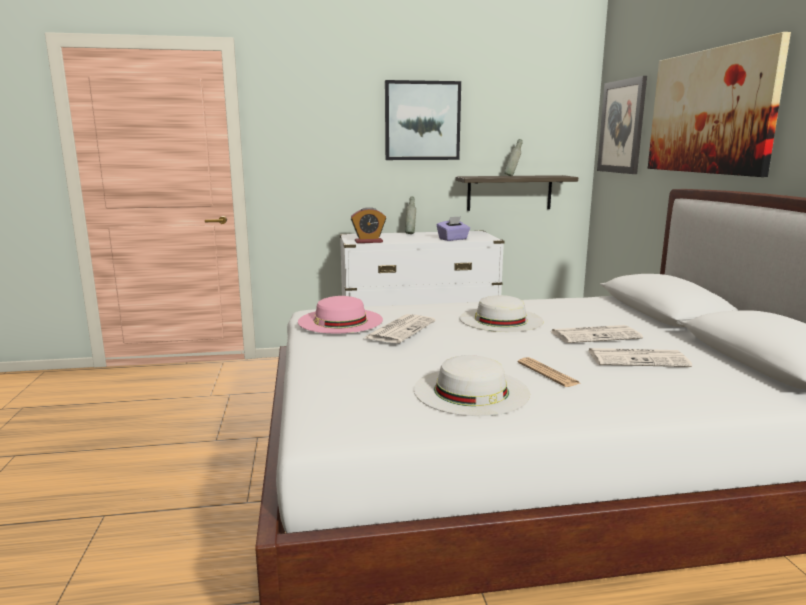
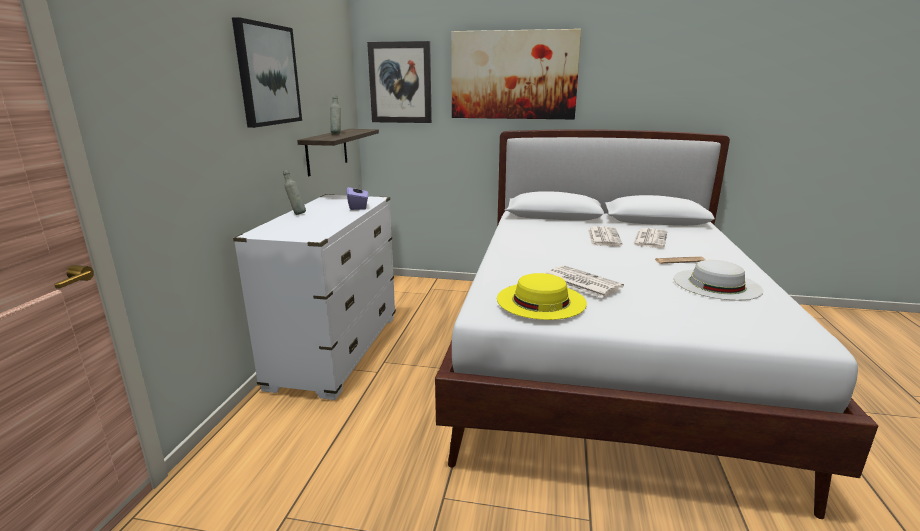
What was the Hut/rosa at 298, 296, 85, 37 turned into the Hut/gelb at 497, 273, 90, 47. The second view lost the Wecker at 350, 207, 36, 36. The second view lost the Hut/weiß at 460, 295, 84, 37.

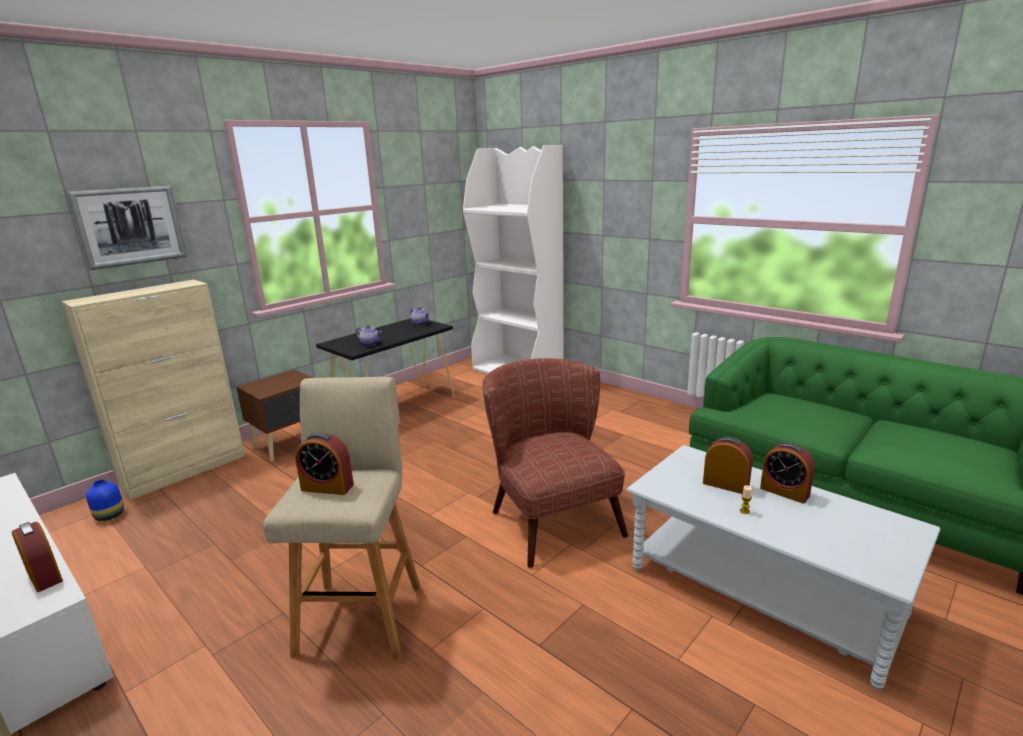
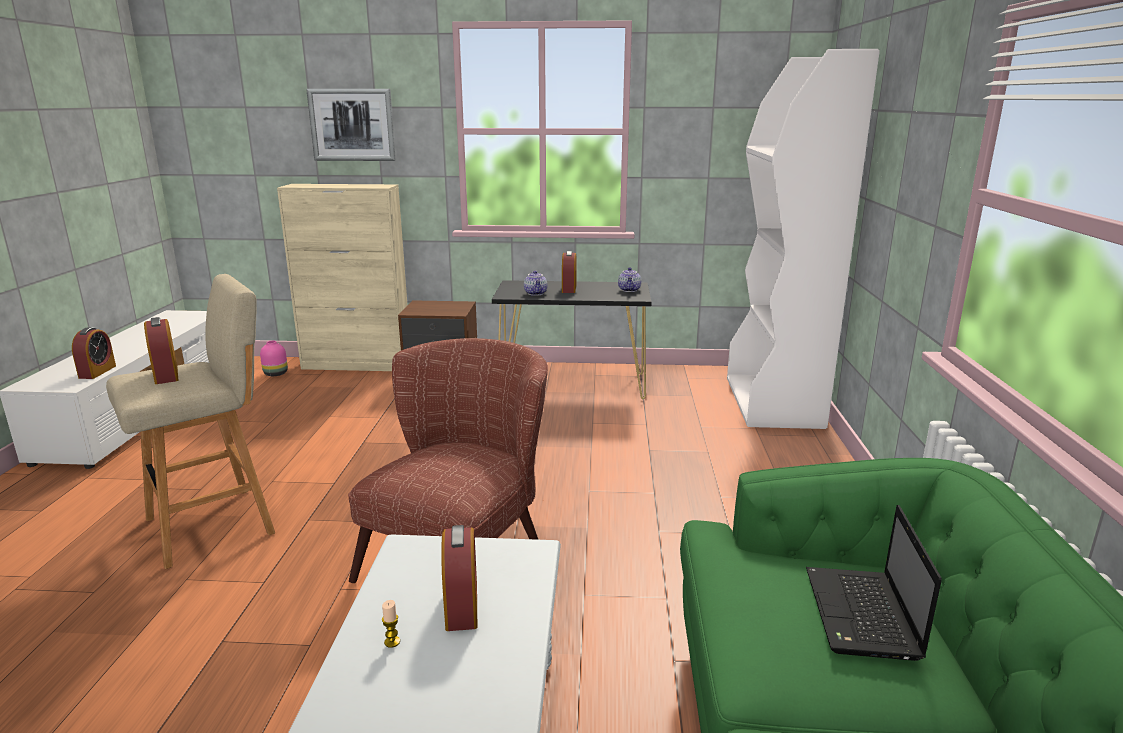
What was the Vase/blau at 86, 479, 38, 42 turned into the Vase/rosa at 260, 341, 28, 35. The Wecker ended up elsewhere, having gone from 760, 442, 54, 62 to 562, 251, 15, 42. The second view gained the Laptop at 806, 505, 136, 156.

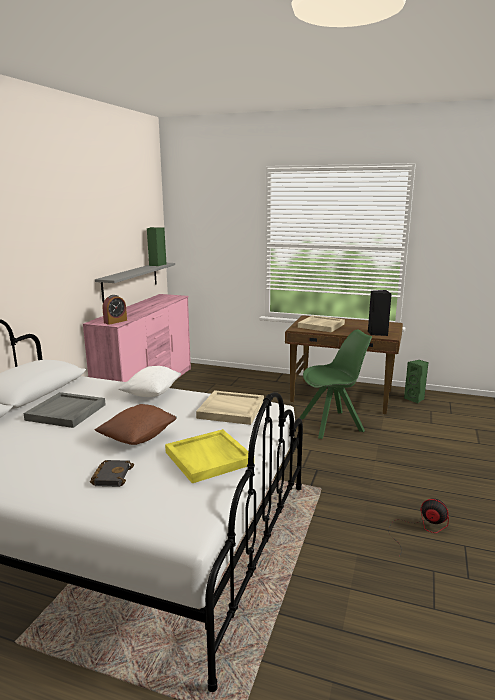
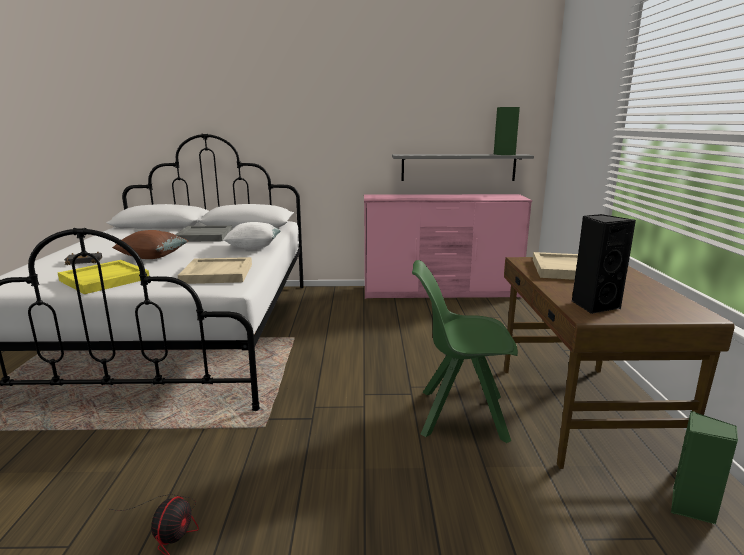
The second view lost the Wecker at 102, 295, 25, 30. The Stuhl/grün at 299, 330, 73, 109 ended up facing another way, 135 degrees clockwise from before.

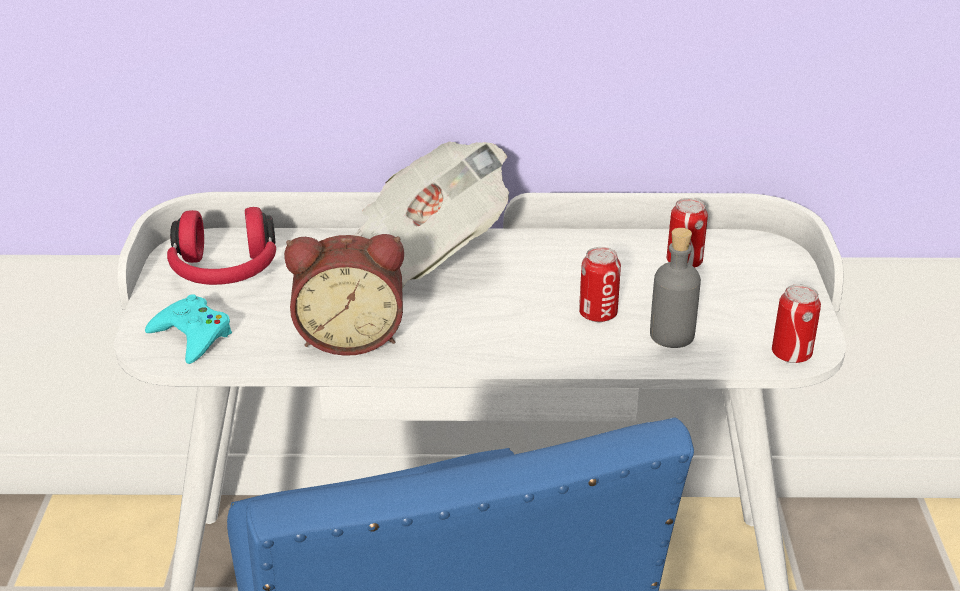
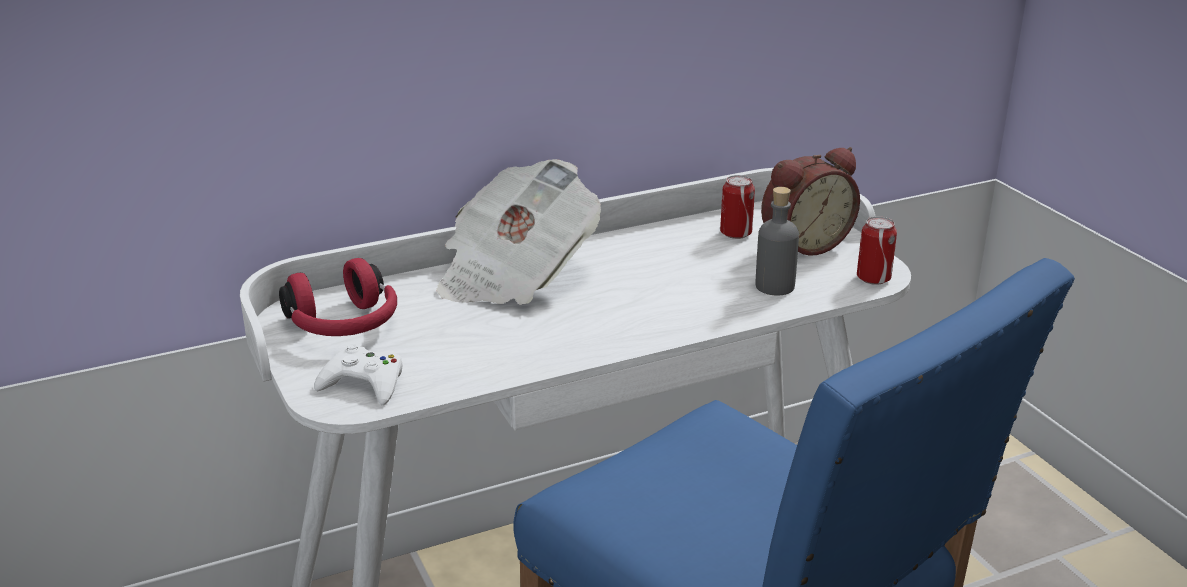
What was the Gamepad/türkis at 145, 294, 87, 70 turned into the Gamepad/weiß at 314, 344, 88, 62. The Wecker ended up elsewhere, having gone from 284, 234, 120, 122 to 761, 147, 99, 109. The second view lost the Dose at 579, 247, 42, 75.

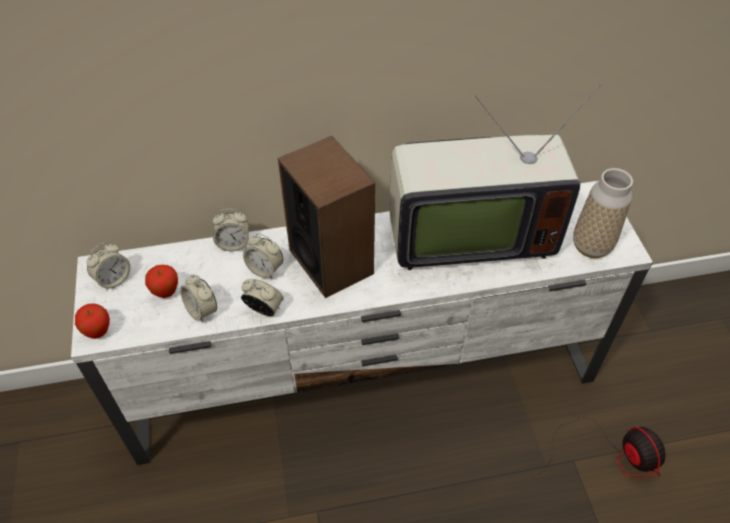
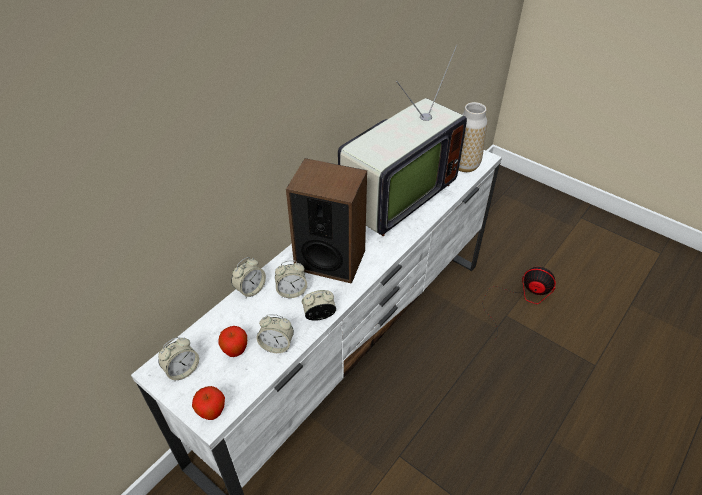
The Wecker at 87, 242, 43, 48 ended up facing another way, 45 degrees clockwise from before.

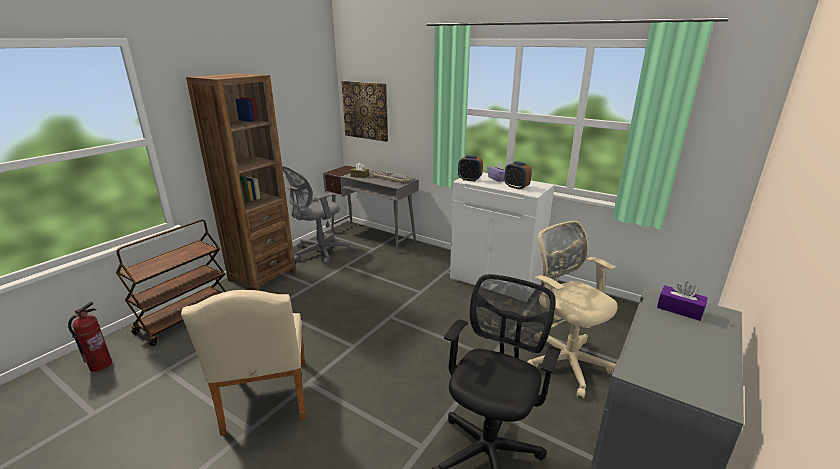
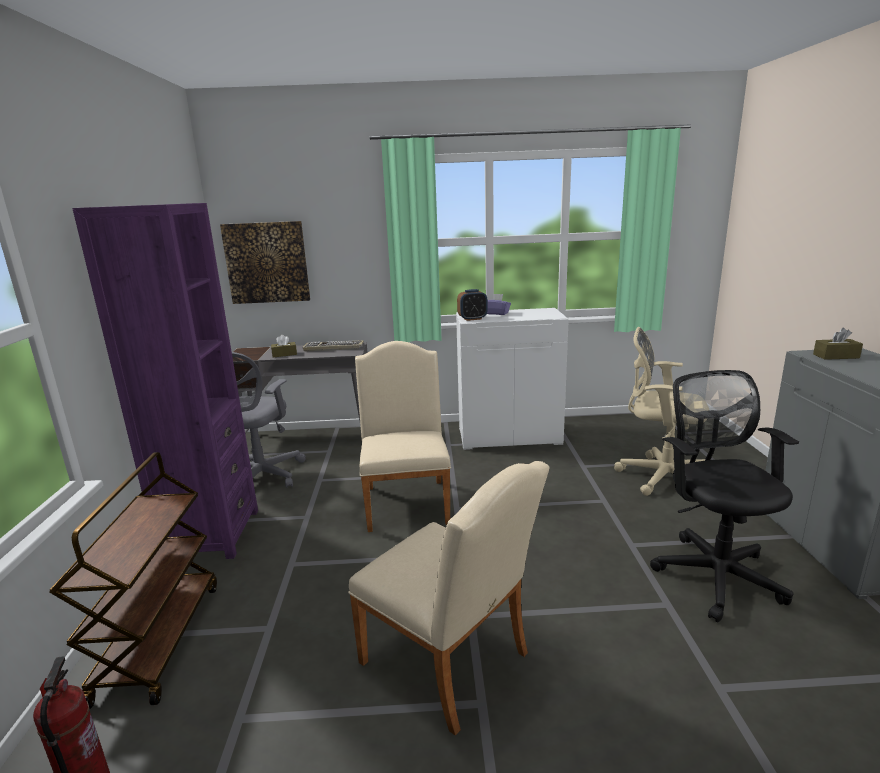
What was the Bücherregal/braun at 186, 73, 110, 218 turned into the Bücherregal/lila at 73, 203, 185, 356. The second view lost the Wecker at 505, 161, 27, 29. What was the Taschentuchbox/lila at 657, 281, 51, 40 turned into the Taschentuchbox/braun at 813, 328, 50, 32. The second view gained the Stuhl/beige at 355, 341, 96, 191.

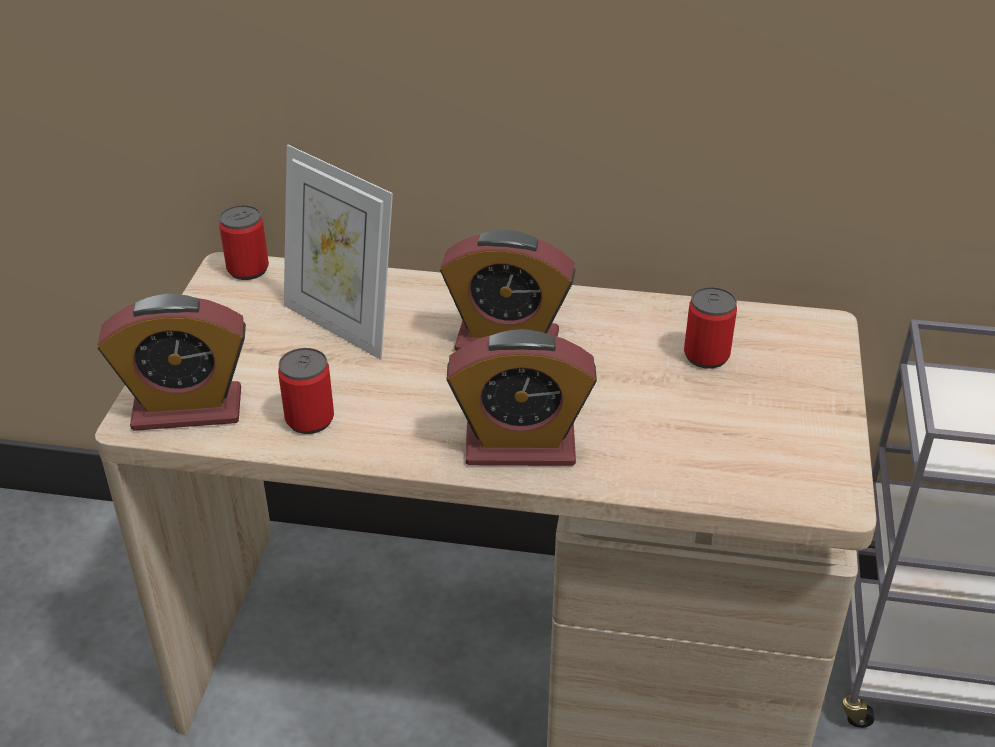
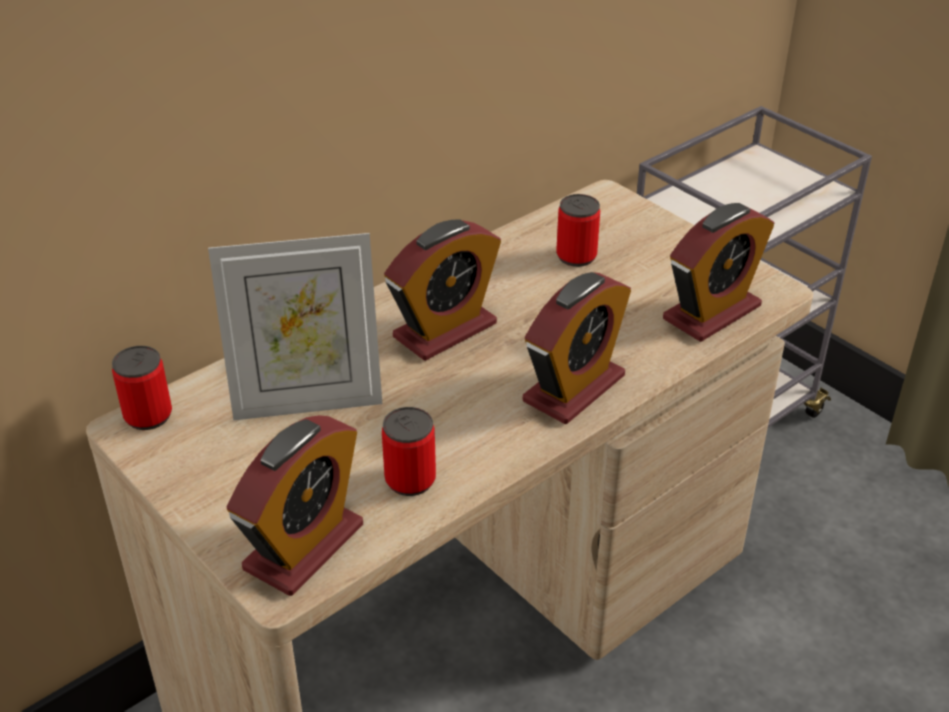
The second view gained the Wecker at 663, 203, 111, 139.

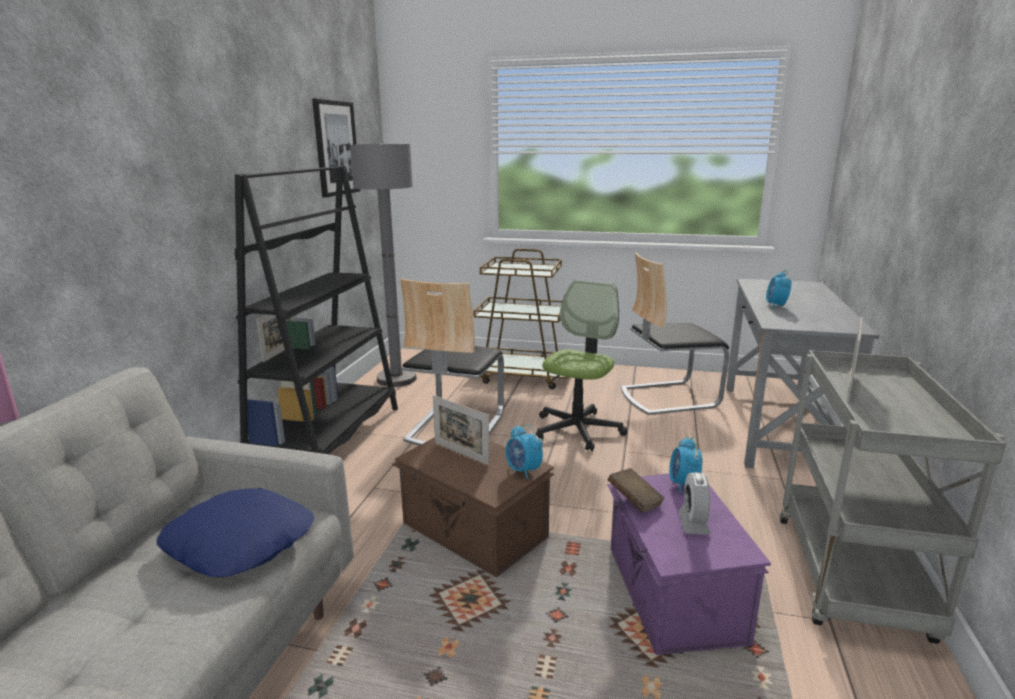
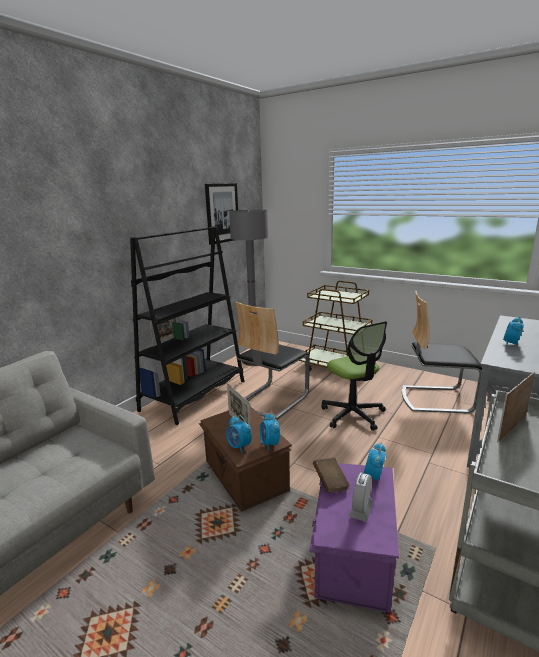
The second view lost the Kissen/blau at 157, 488, 157, 89. The Bürostuhl at 536, 280, 92, 171 ended up facing another way, 105 degrees clockwise from before. The second view gained the Wecker at 226, 415, 26, 38.

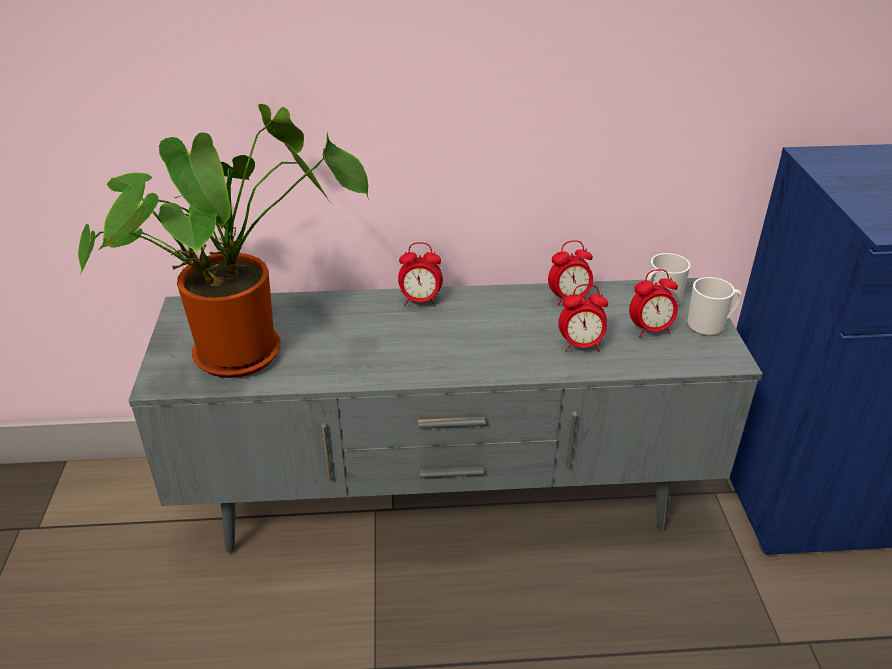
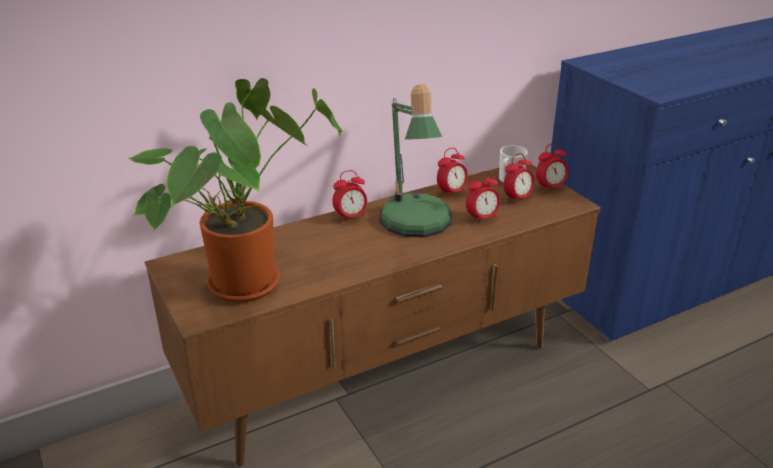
What was the Fernsehschrank/grau at 129, 278, 634, 275 turned into the Fernsehschrank/braun at 144, 165, 457, 301. Where the Henkelbecher stood at 687, 277, 55, 59, the Wecker came to stand at 536, 143, 32, 50. The second view gained the Tischlampe at 379, 84, 73, 153.

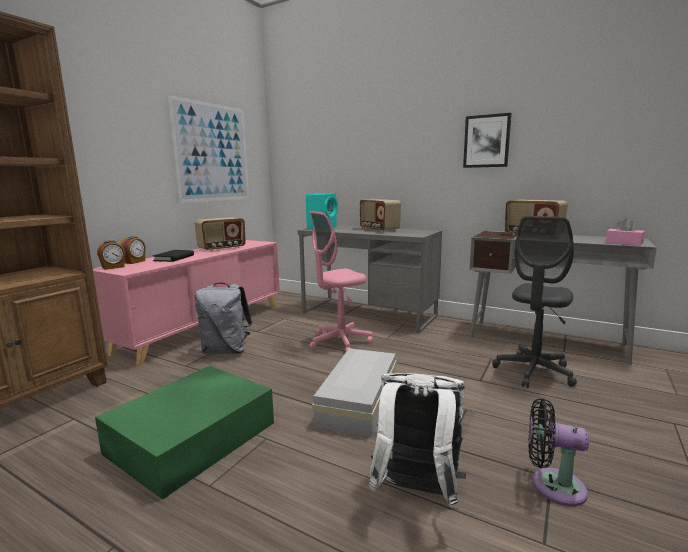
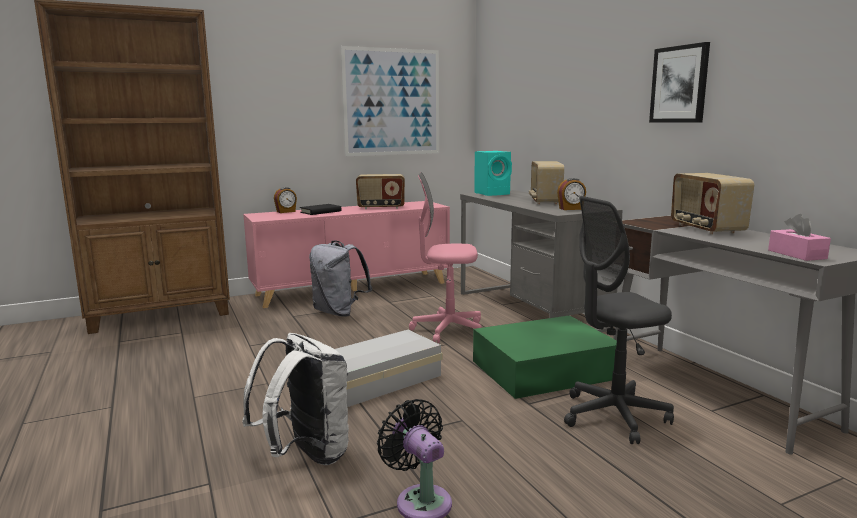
The Aufbewahrungsbox/grün ended up elsewhere, having gone from 95, 366, 179, 134 to 473, 315, 144, 84. The Wecker ended up elsewhere, having gone from 97, 240, 28, 30 to 557, 178, 29, 32.

